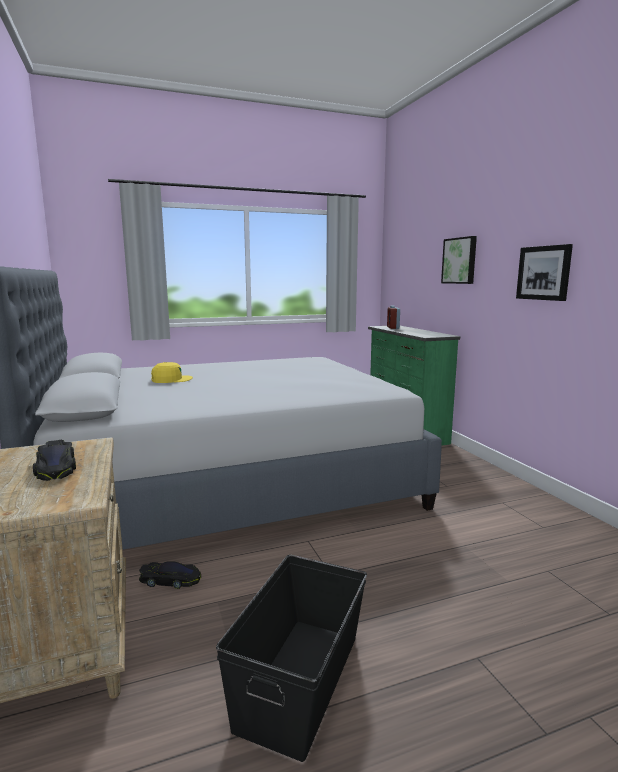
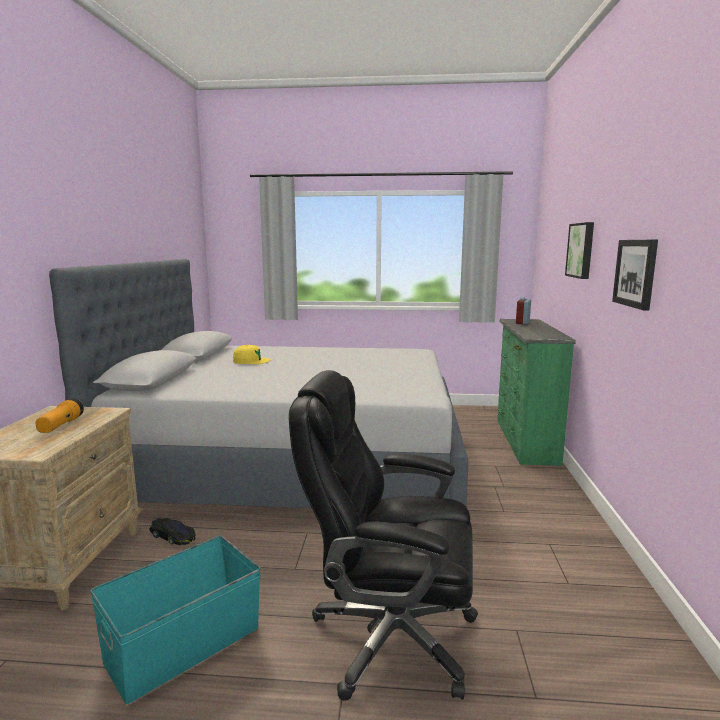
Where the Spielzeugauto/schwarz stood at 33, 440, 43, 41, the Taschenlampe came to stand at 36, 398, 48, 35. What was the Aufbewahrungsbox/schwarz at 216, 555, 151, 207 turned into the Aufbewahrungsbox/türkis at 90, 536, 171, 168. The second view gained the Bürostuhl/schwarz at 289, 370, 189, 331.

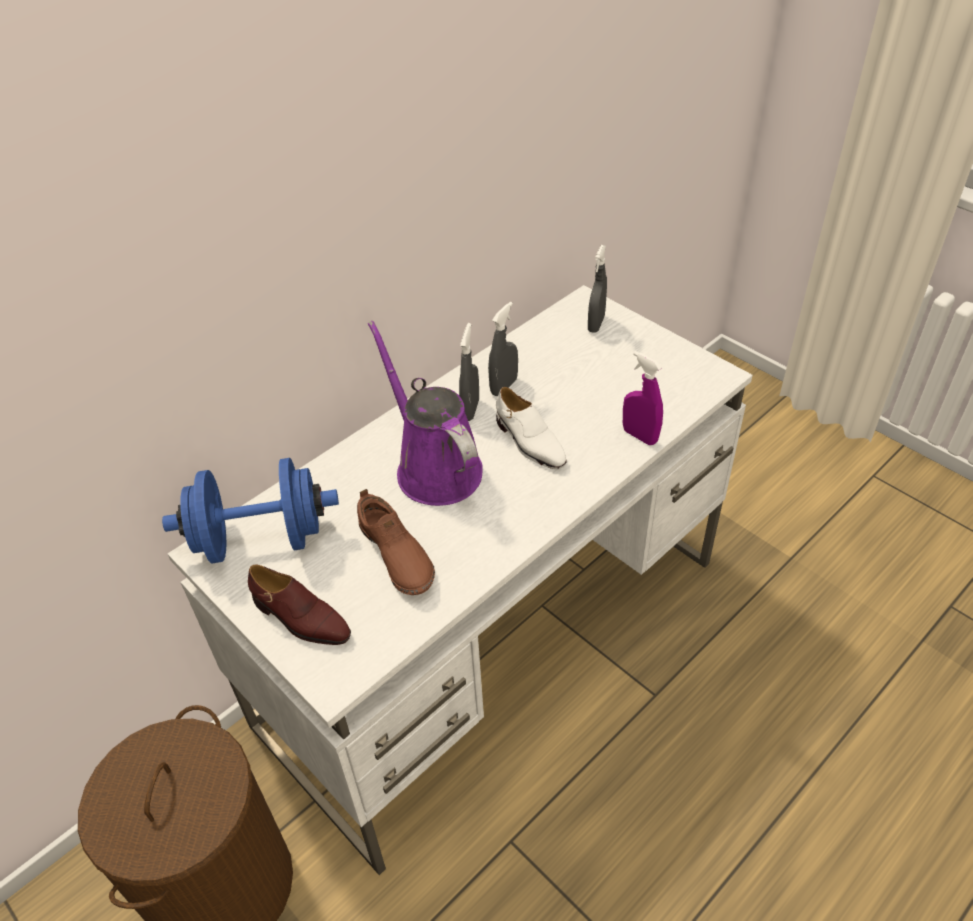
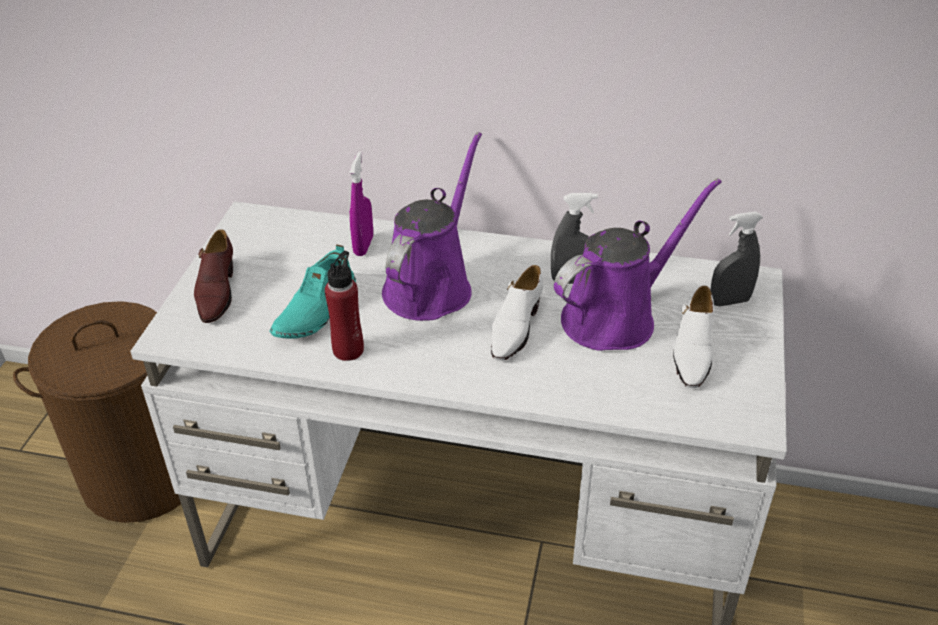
The second view lost the Hantel/blau at 162, 458, 177, 106. What was the Schuh/braun at 357, 489, 78, 106 turned into the Schuh/türkis at 269, 245, 87, 94. The second view lost the Sprühflasche/grau at 459, 323, 20, 98. The Sprühflasche/lila ended up elsewhere, having gone from 623, 351, 40, 94 to 349, 152, 24, 104. The second view gained the Flasche/rot at 325, 251, 39, 110. The second view gained the Gießkanne/lila at 554, 178, 167, 173. The second view gained the Schuh/weiß at 672, 286, 42, 102.

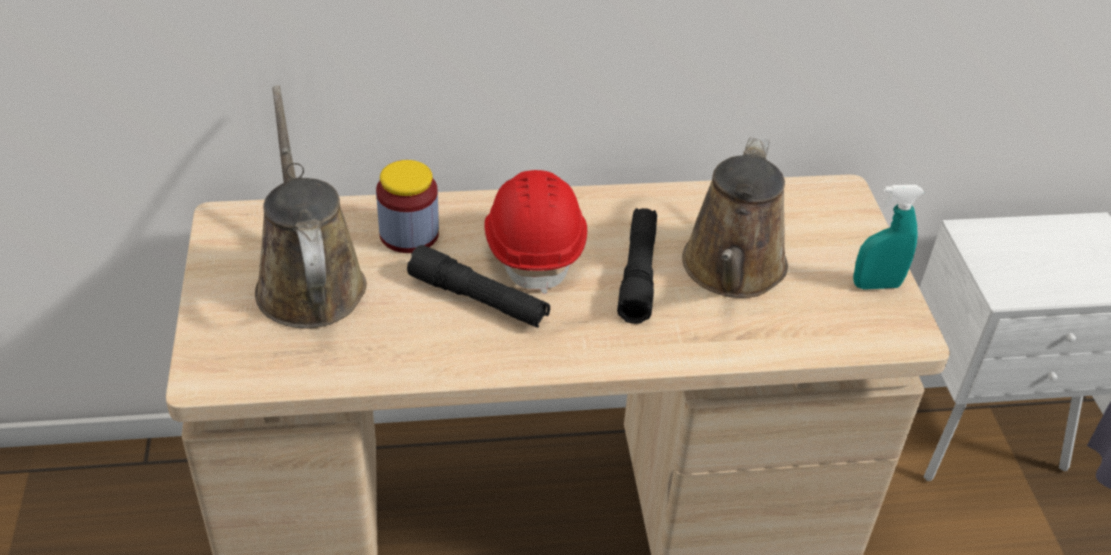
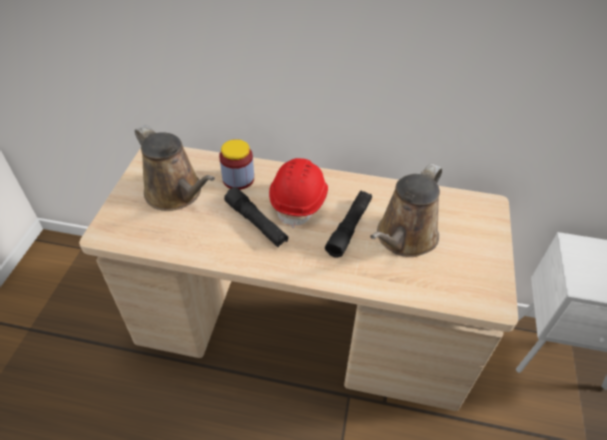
The Gießkanne/braun at 255, 85, 112, 244 ended up facing another way, 135 degrees clockwise from before. The second view lost the Sprühflasche/türkis at 853, 185, 71, 105.

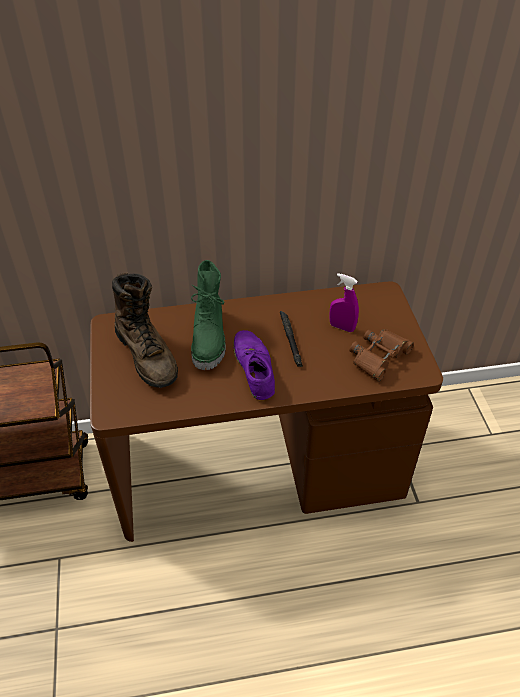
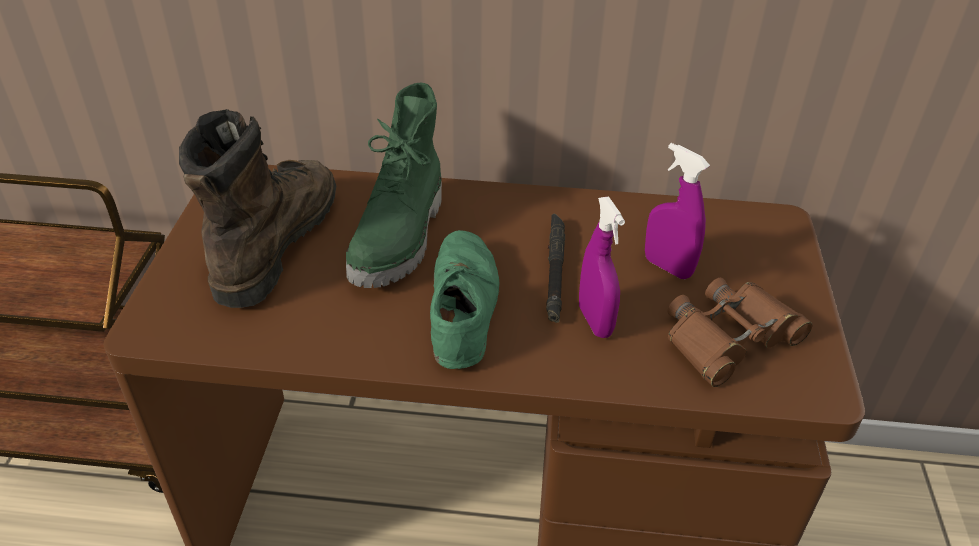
The Stiefel/braun at 112, 273, 66, 115 ended up facing another way, 150 degrees counterclockwise from before. What was the Schuh/lila at 233, 330, 42, 70 turned into the Schuh/grün at 430, 230, 70, 139. The second view gained the Sprühflasche/lila at 579, 197, 46, 141.

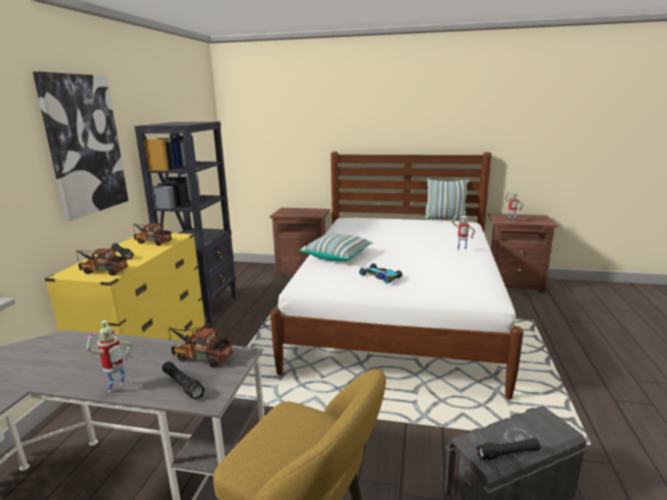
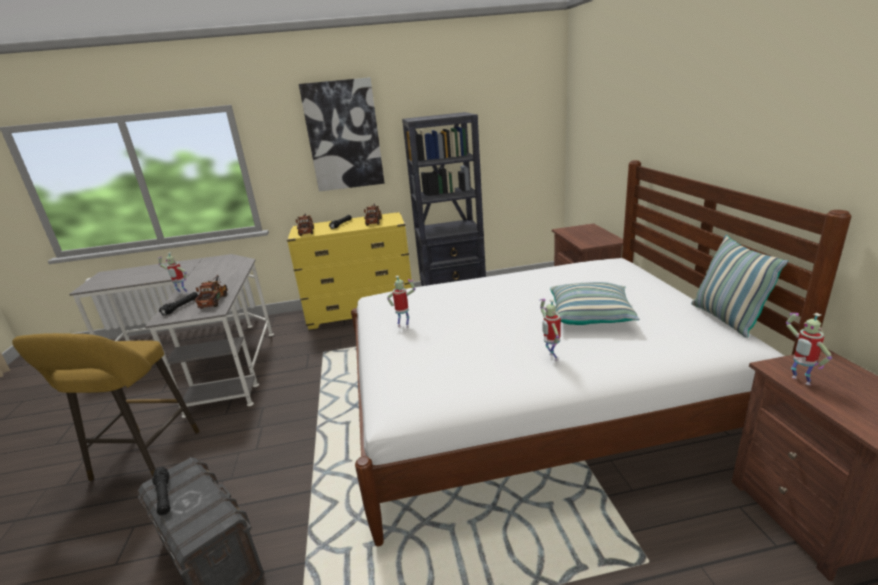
The Kissen ended up elsewhere, having gone from 300, 233, 73, 28 to 550, 282, 90, 43. Where the Spielzeugauto stood at 359, 263, 43, 21, the Spielzeugroboter came to stand at 387, 276, 28, 52.

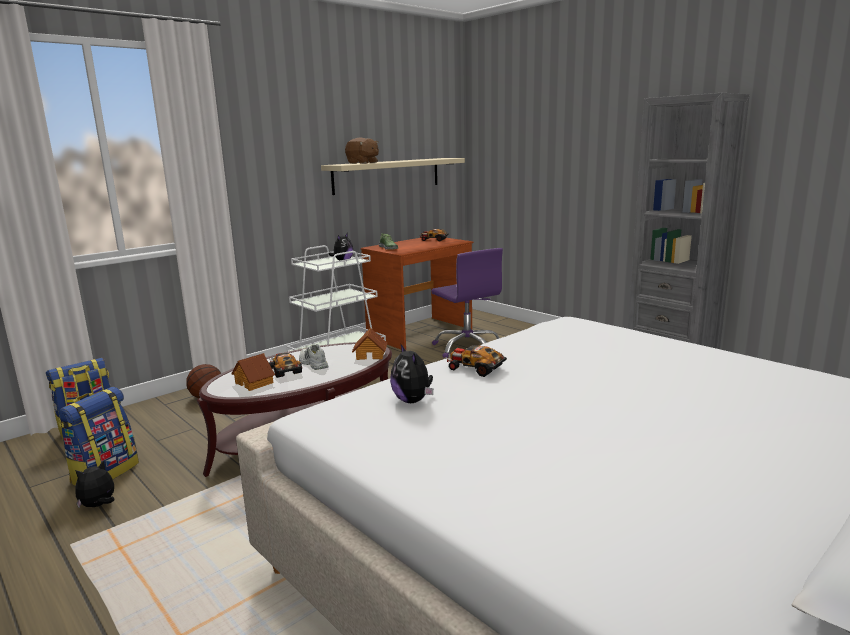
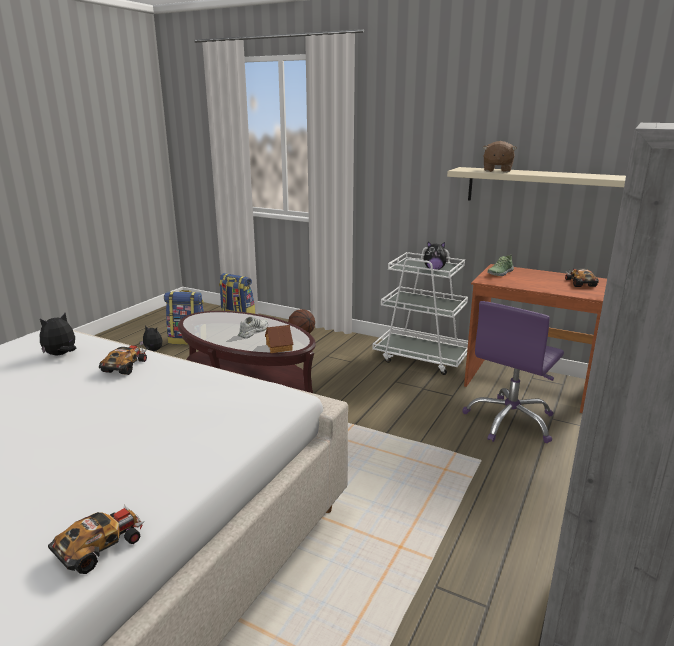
The second view lost the Spielzeughaus at 231, 353, 44, 38. The Spielzeugauto ended up elsewhere, having gone from 268, 353, 34, 25 to 48, 505, 96, 69.

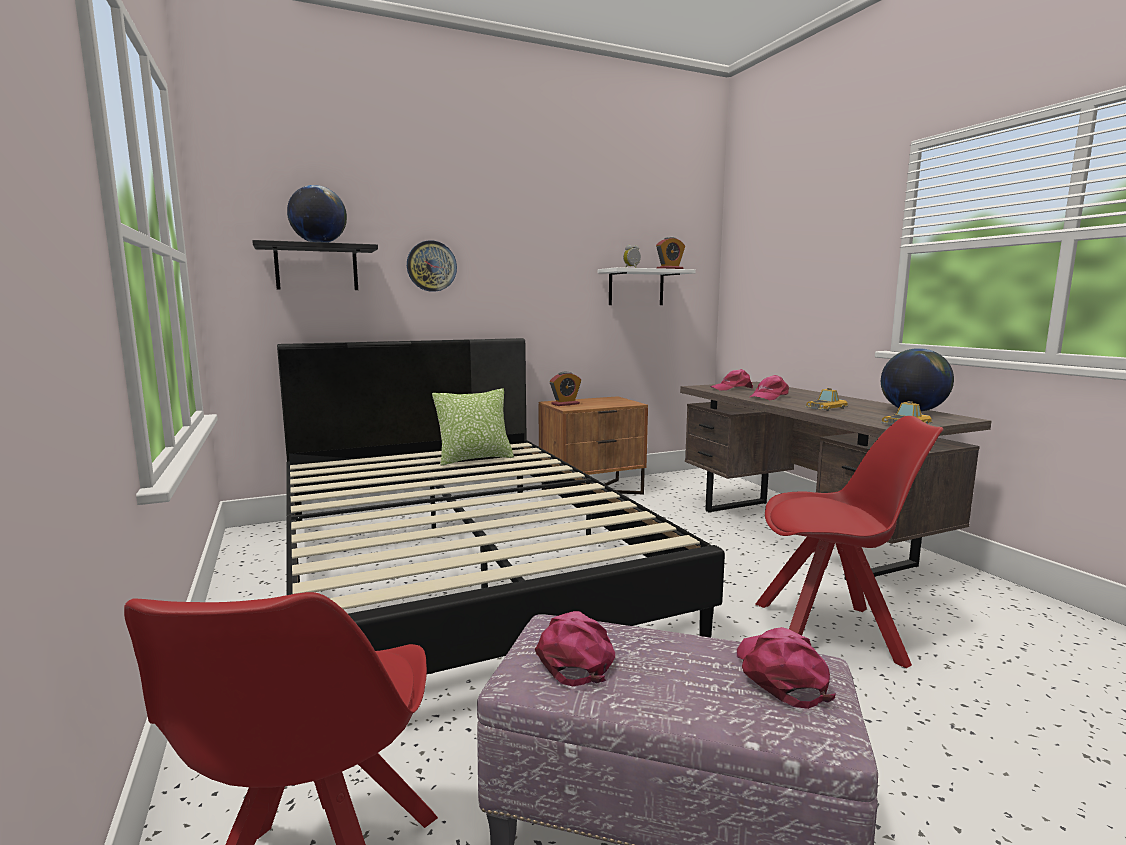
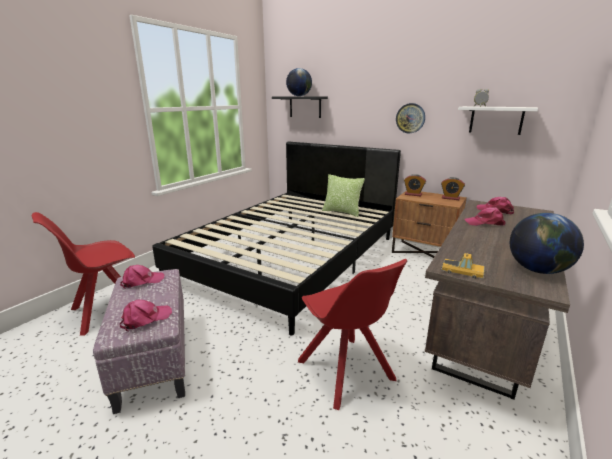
The Wanduhr ended up elsewhere, having gone from 407, 240, 50, 52 to 396, 103, 29, 30. The Wecker ended up elsewhere, having gone from 656, 237, 29, 32 to 441, 177, 24, 23. The second view lost the Spielzeugauto at 805, 388, 43, 23.

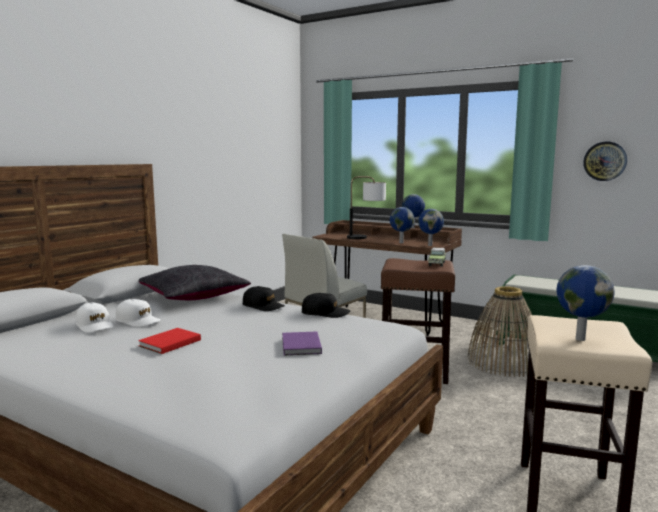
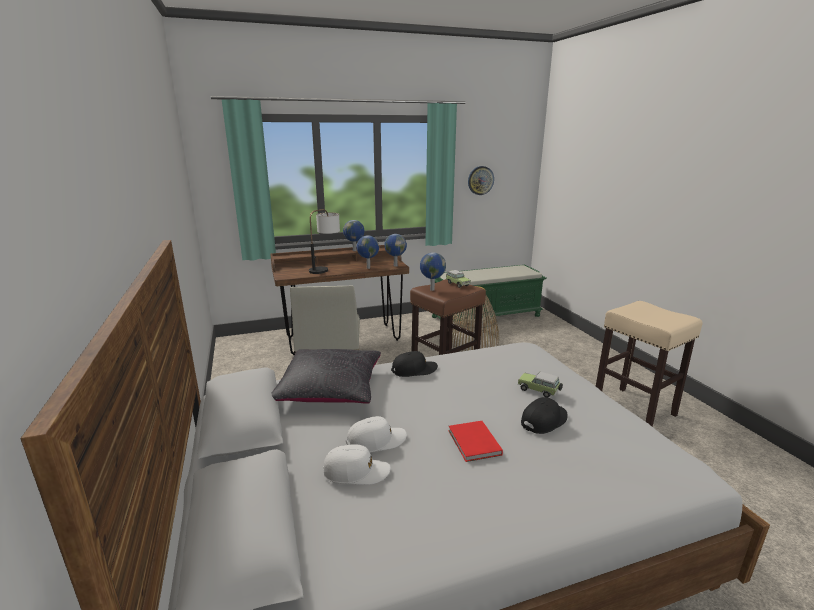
Where the Buch/lila stood at 282, 331, 40, 24, the Spielzeugauto came to stand at 518, 372, 45, 25. The Kappe/schwarz ended up elsewhere, having gone from 302, 293, 48, 25 to 521, 397, 47, 37. The Globus ended up elsewhere, having gone from 557, 265, 58, 76 to 420, 252, 26, 39.

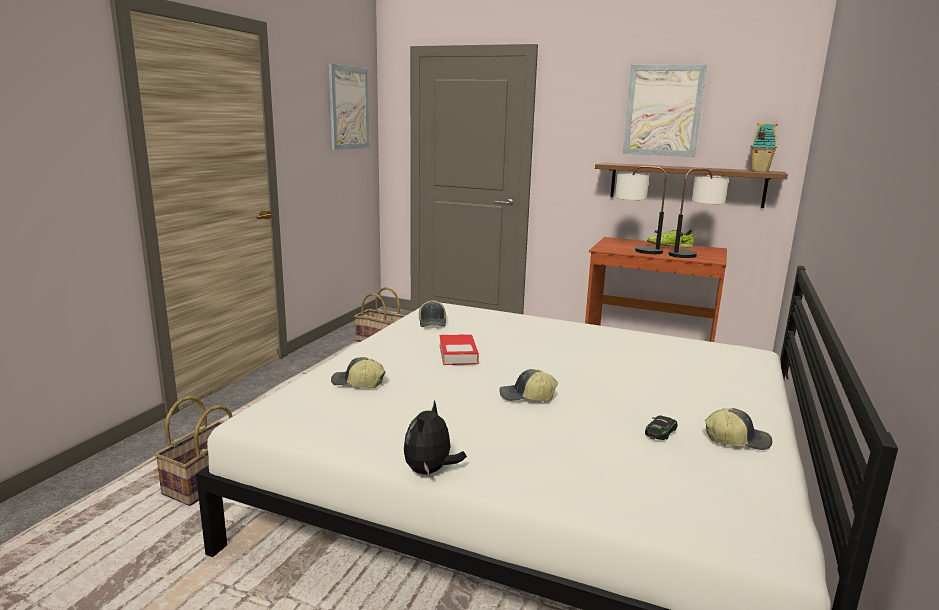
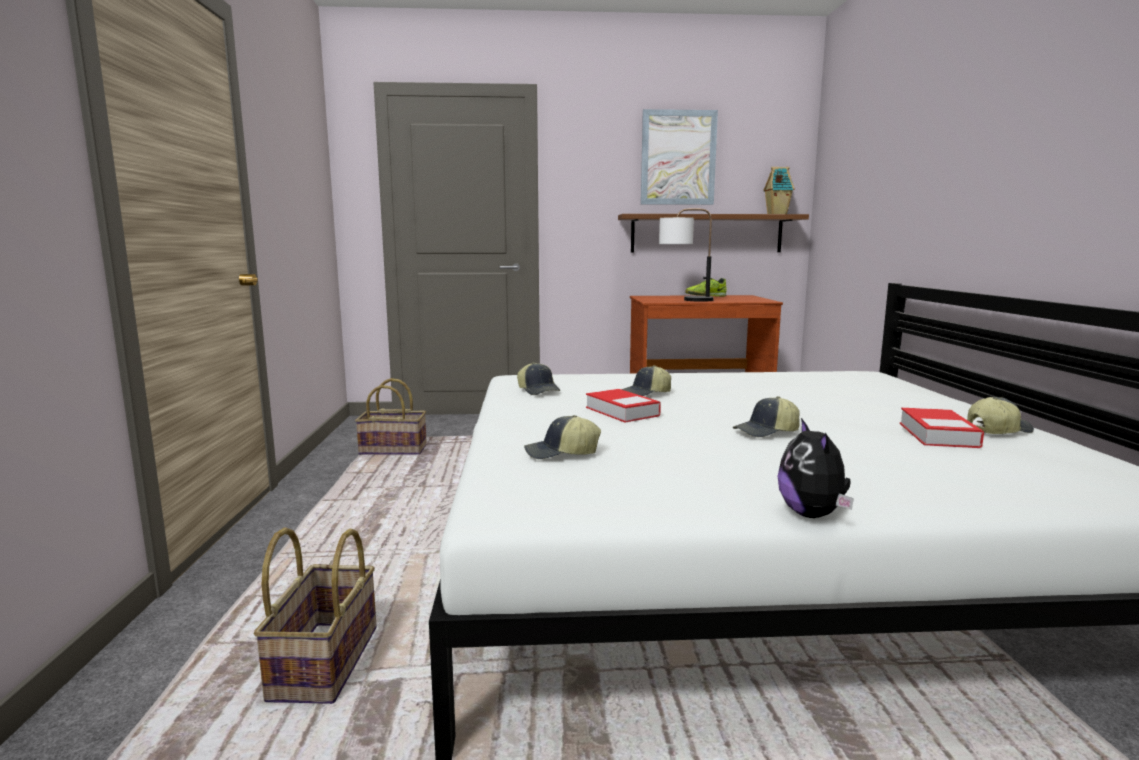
The second view lost the Bild at 329, 64, 40, 86. Where the Spielzeugauto stood at 645, 416, 33, 24, the Buch came to stand at 900, 408, 84, 40. The second view lost the Tischlampe at 668, 169, 61, 89. The second view gained the Kappe at 621, 365, 50, 31.

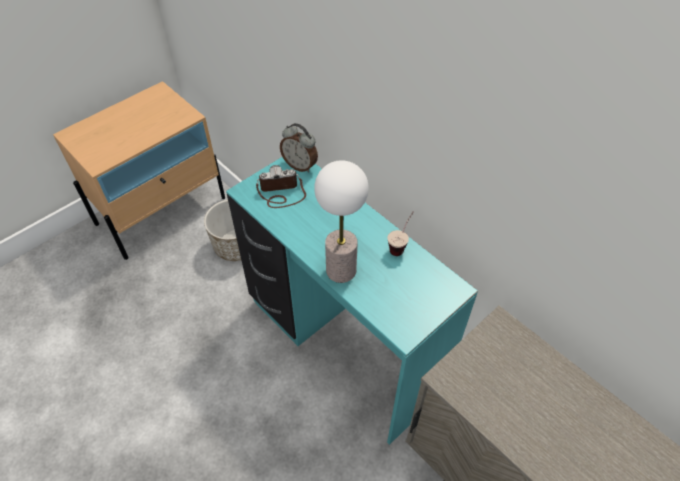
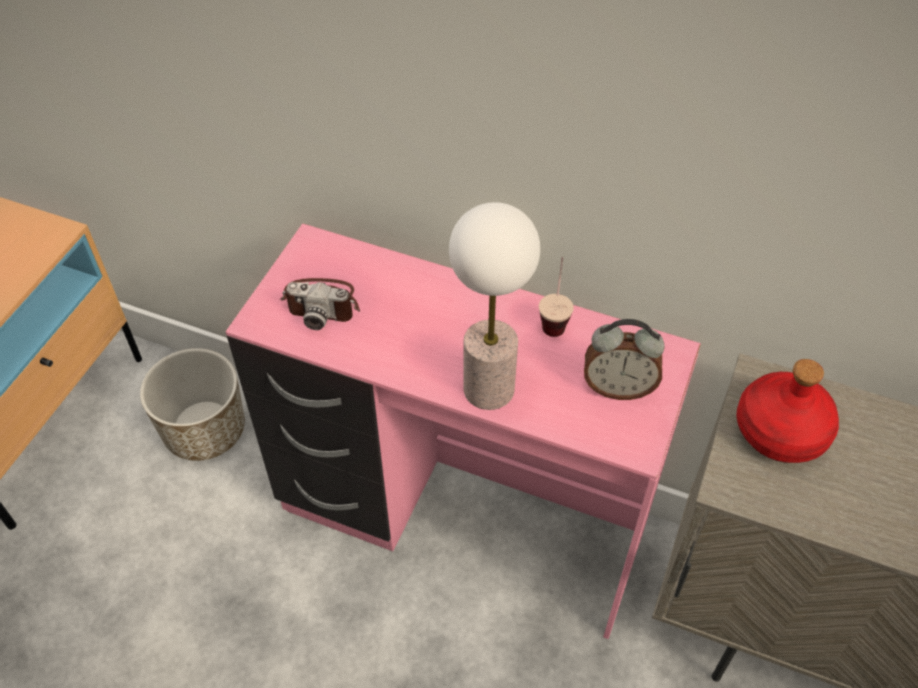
What was the Schreibtisch/türkis at 226, 157, 252, 288 turned into the Schreibtisch/rosa at 226, 223, 475, 416. The Kamera at 256, 165, 50, 43 ended up facing another way, 135 degrees counterclockwise from before. The Wecker ended up elsewhere, having gone from 280, 123, 38, 50 to 584, 319, 81, 81. The second view gained the Flasche/rot at 736, 359, 103, 104.

